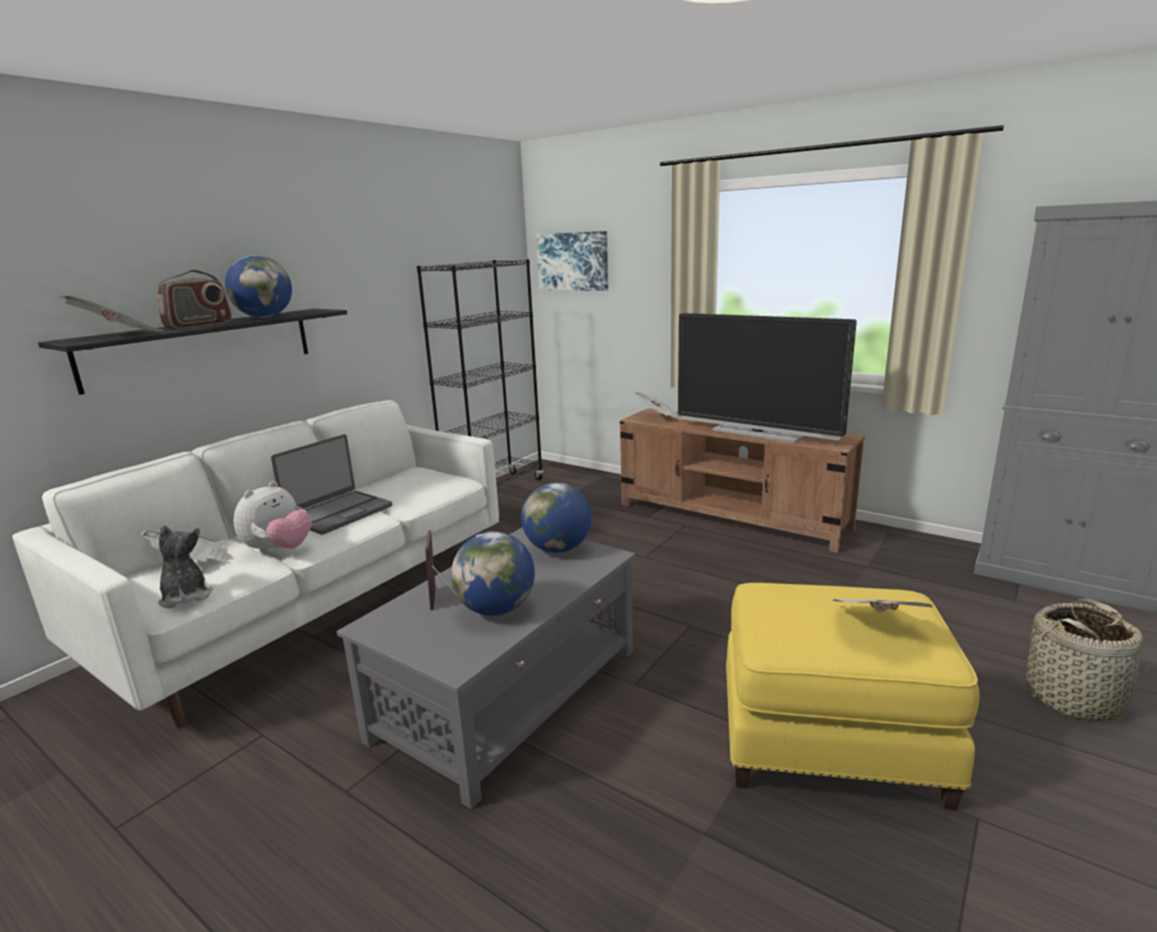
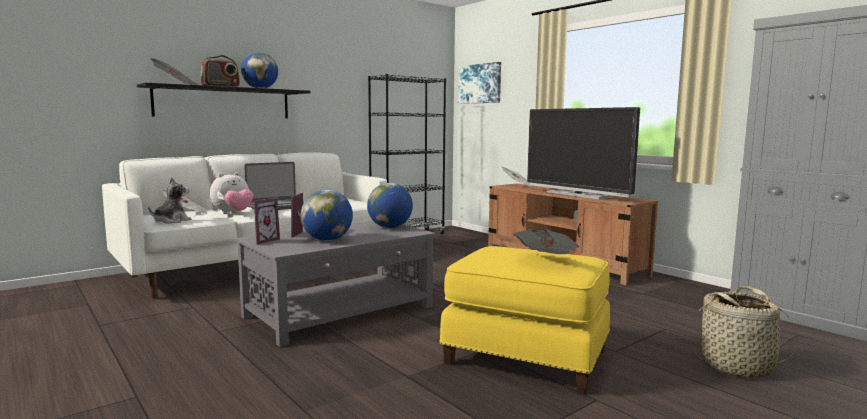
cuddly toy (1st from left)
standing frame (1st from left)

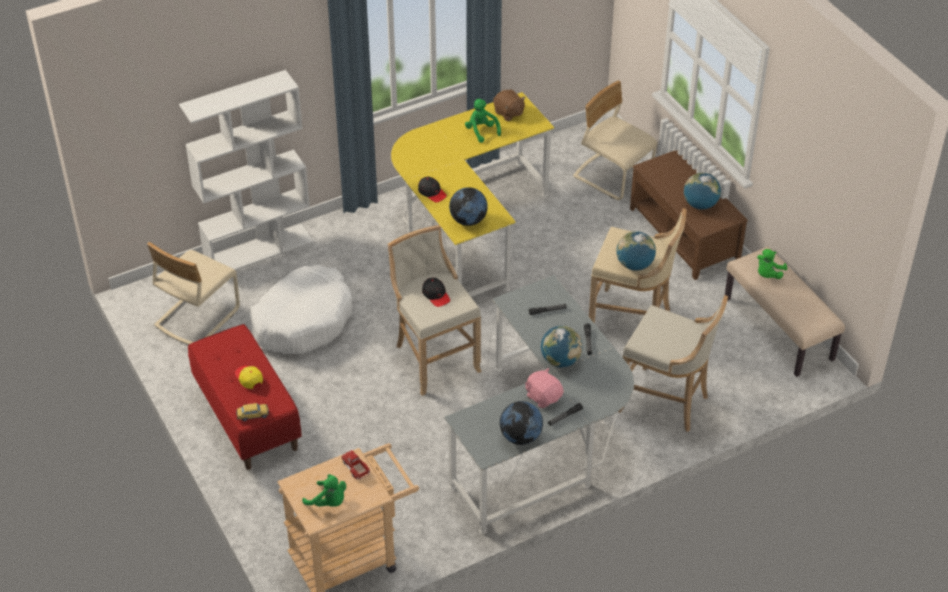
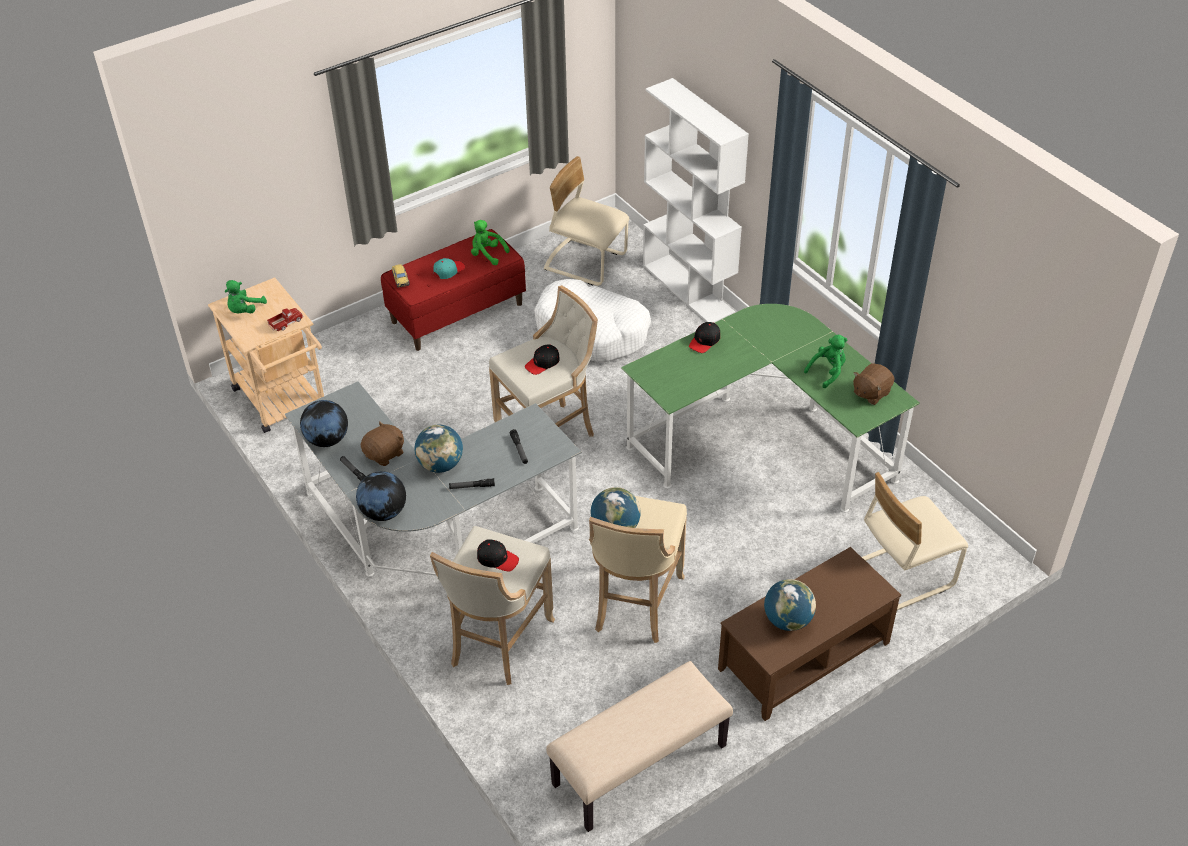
desk globe (2nd from left)
cuddly toy in brown (1st from left)
cap in blue-green
cuddly toy in green-coloured (2nd from left)
cap in black (1st from left)
desk in green-coloured
upright chair in sand-coloured (2nd from left)

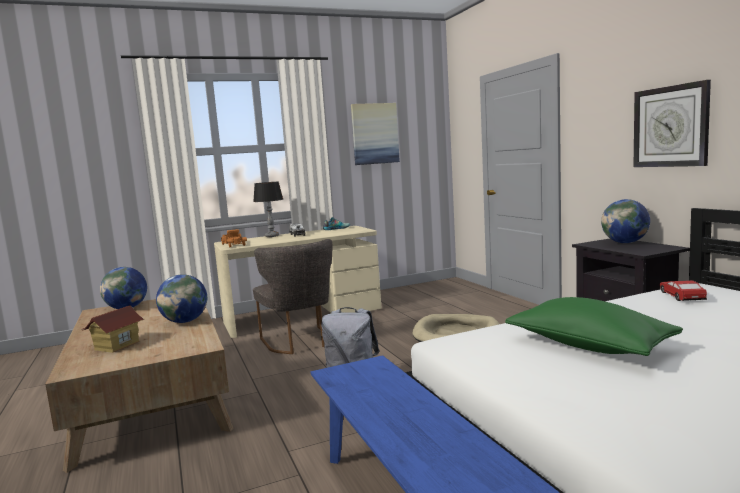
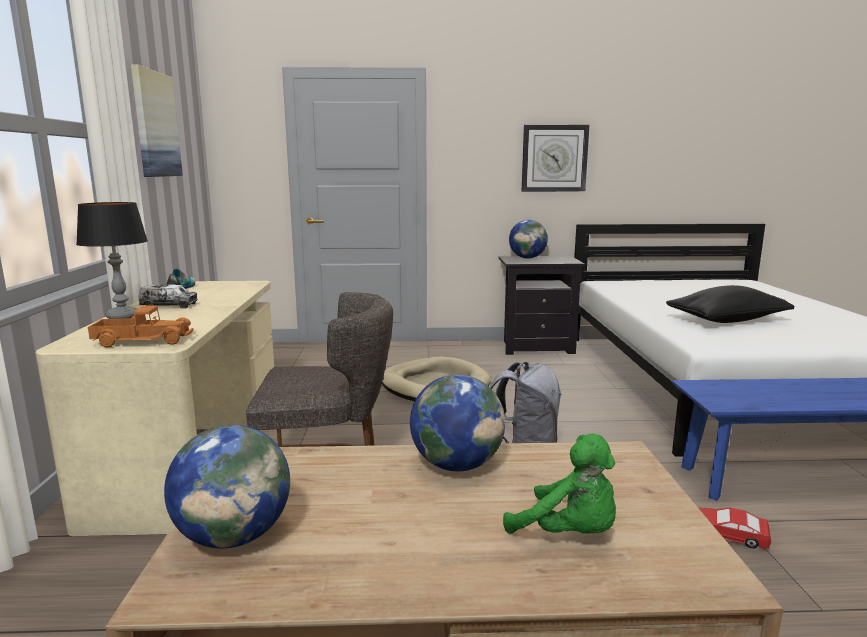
cuddly toy in green-coloured
cushion in black
miniature car

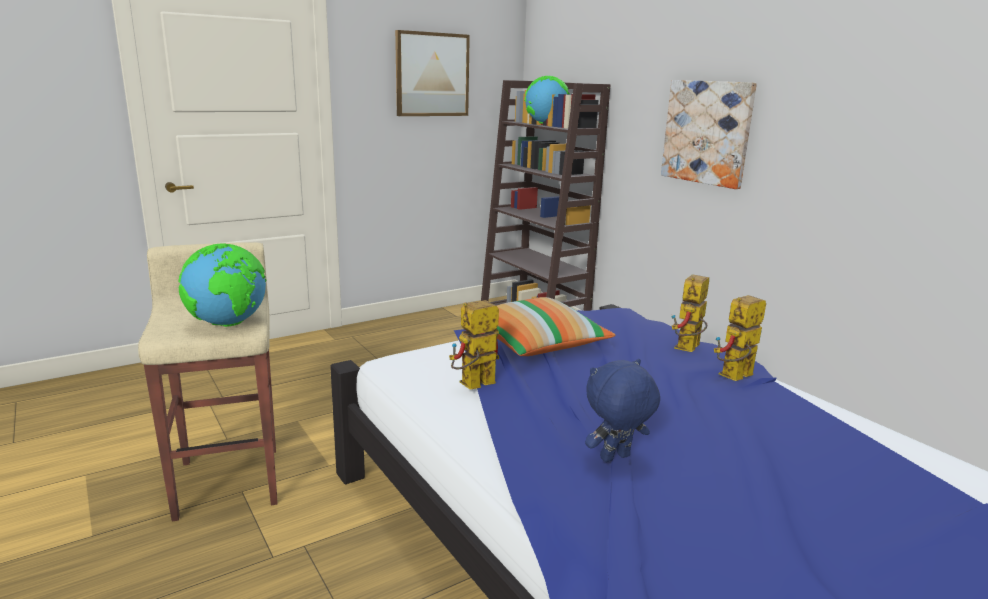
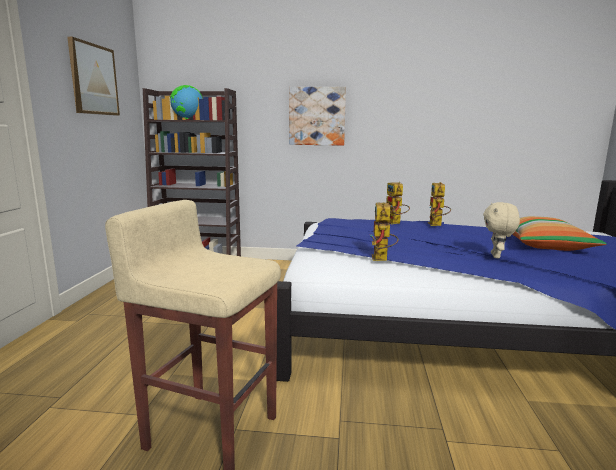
cuddly toy in sand-coloured
cushion
desk globe (1st from left in the first image)

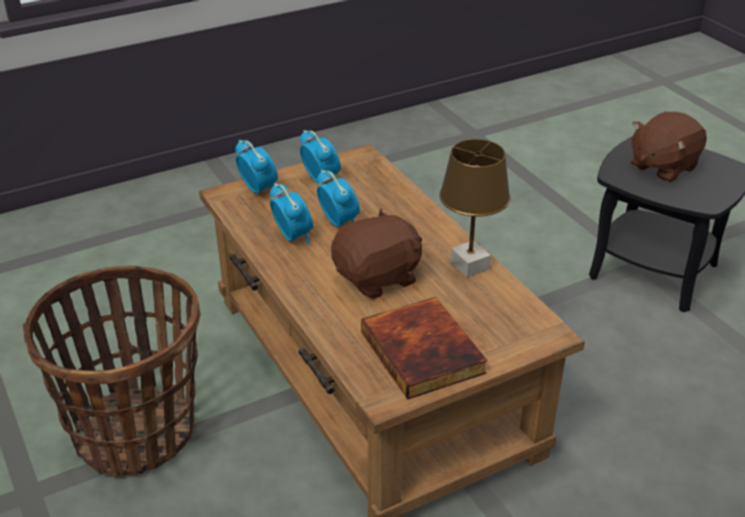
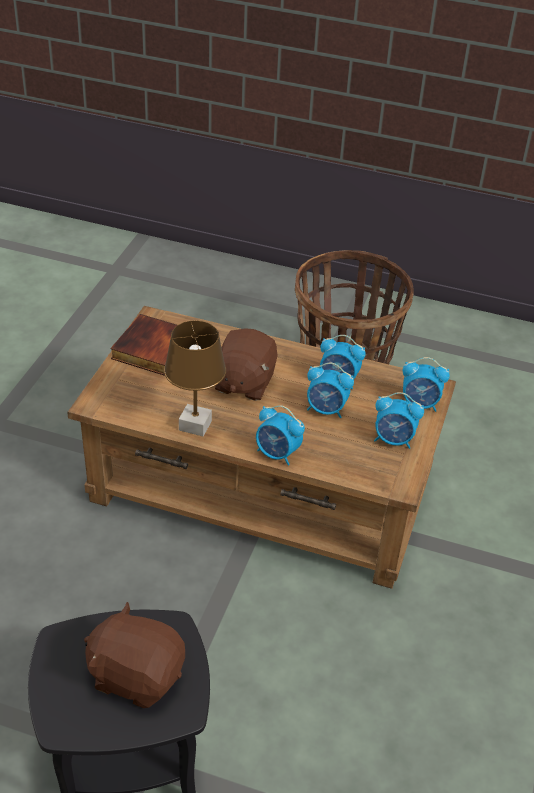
cuddly toy in brown (1st from left)
table clock (1st from left)

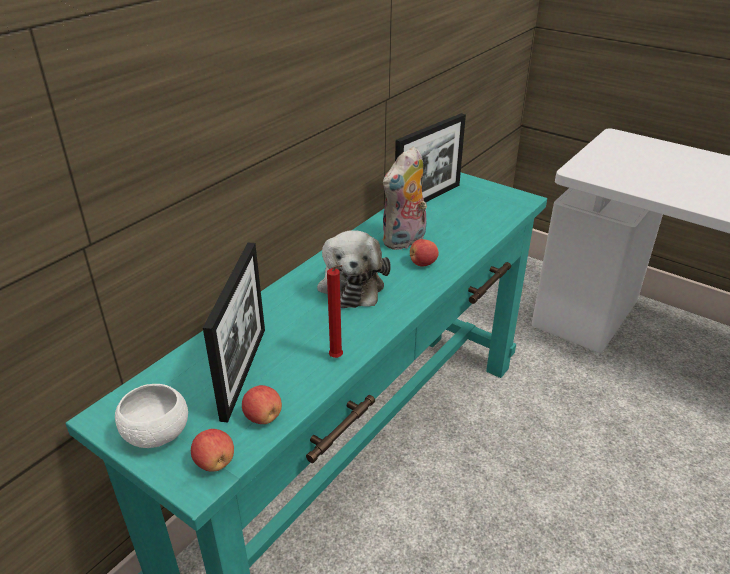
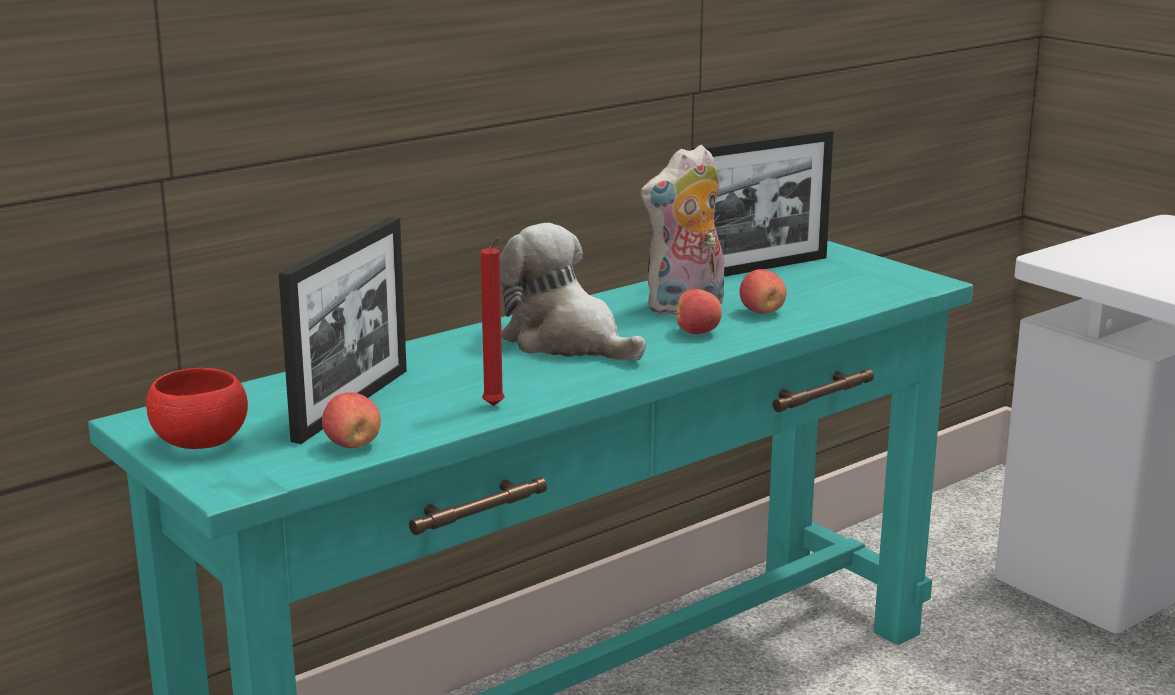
bowl in red
cuddly toy (1st from left)
apple (3rd from left)

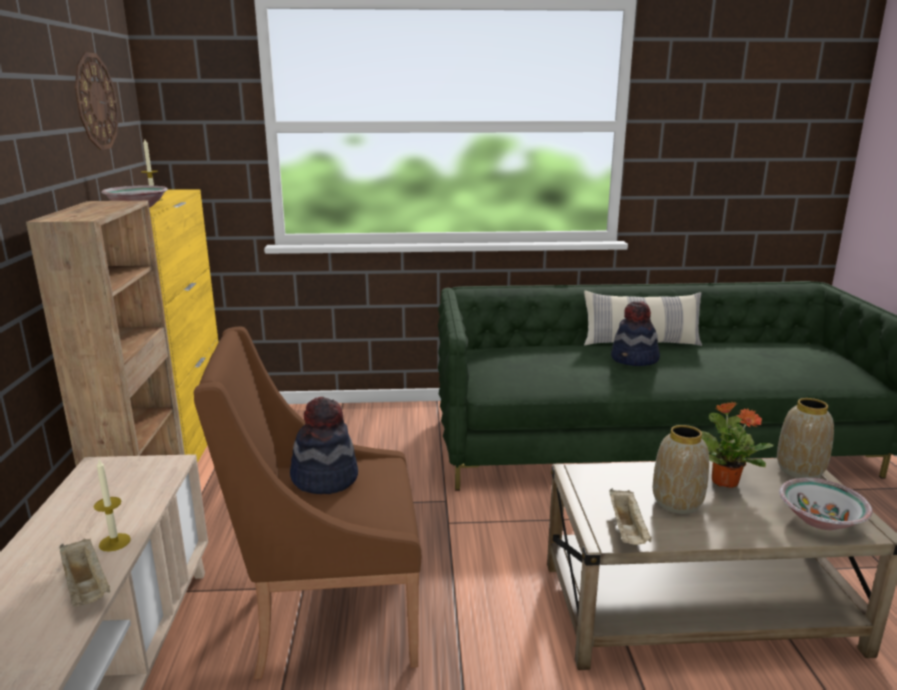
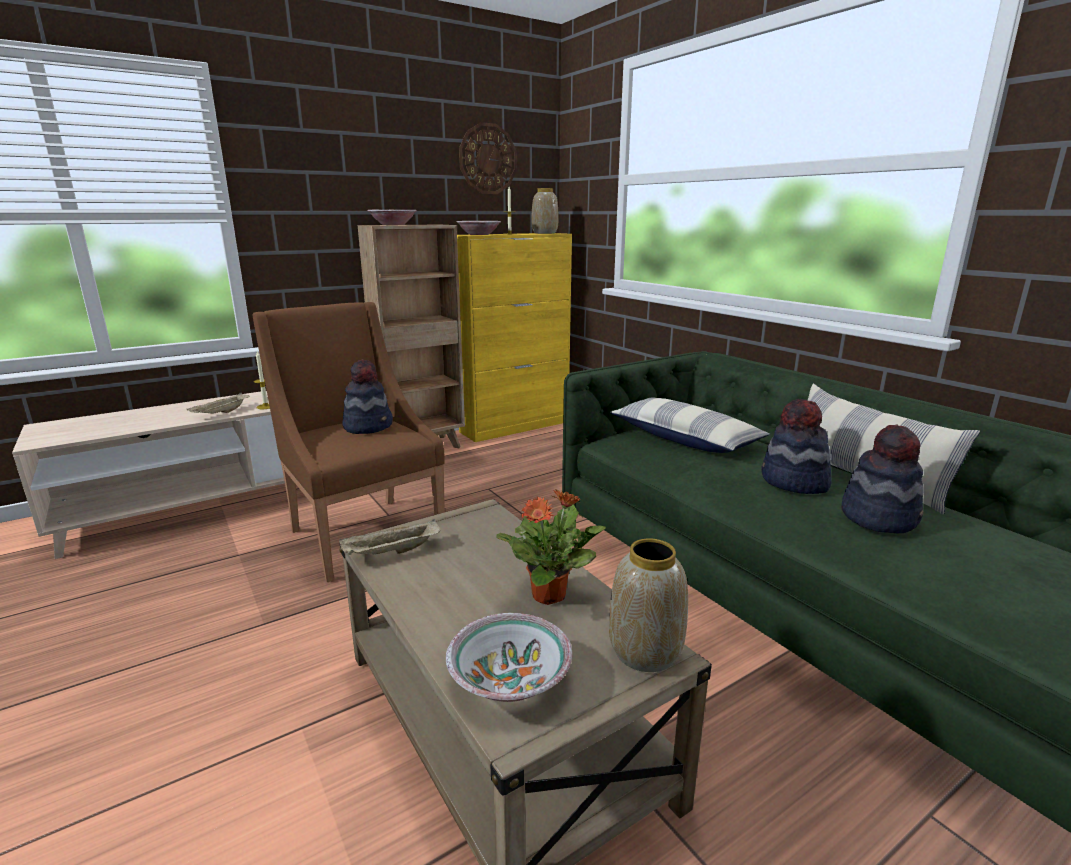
bowl (1st from left)
vase (1st from left)
cushion (1st from left)
hat (3rd from left)

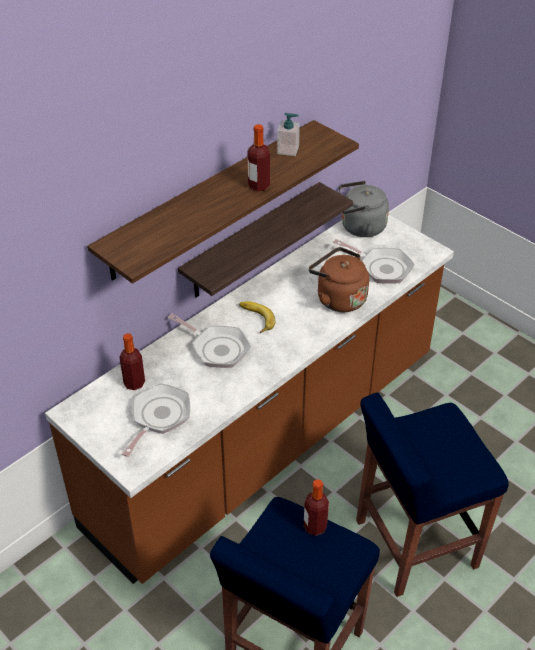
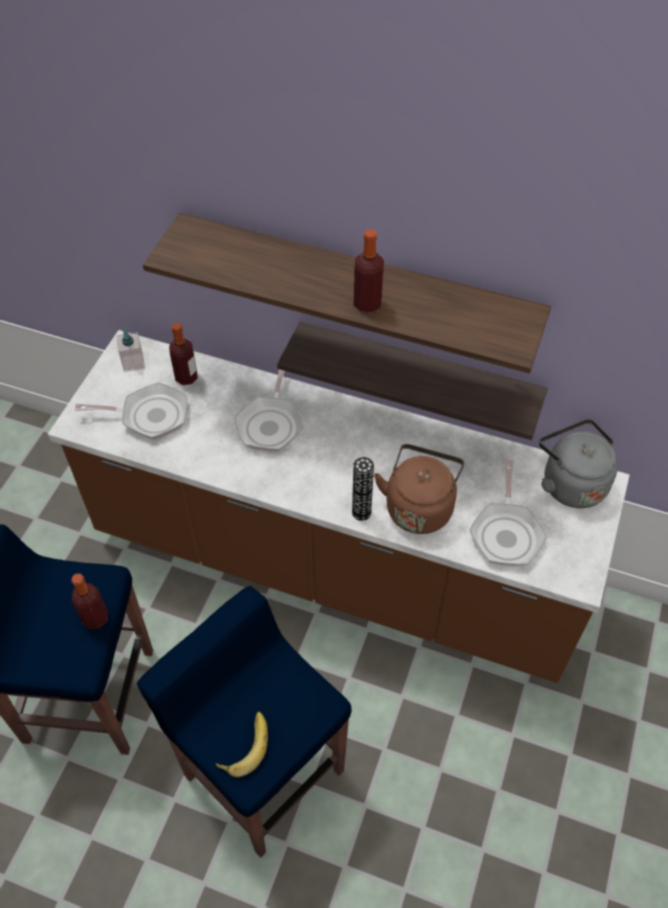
soap bottle
banana
vase

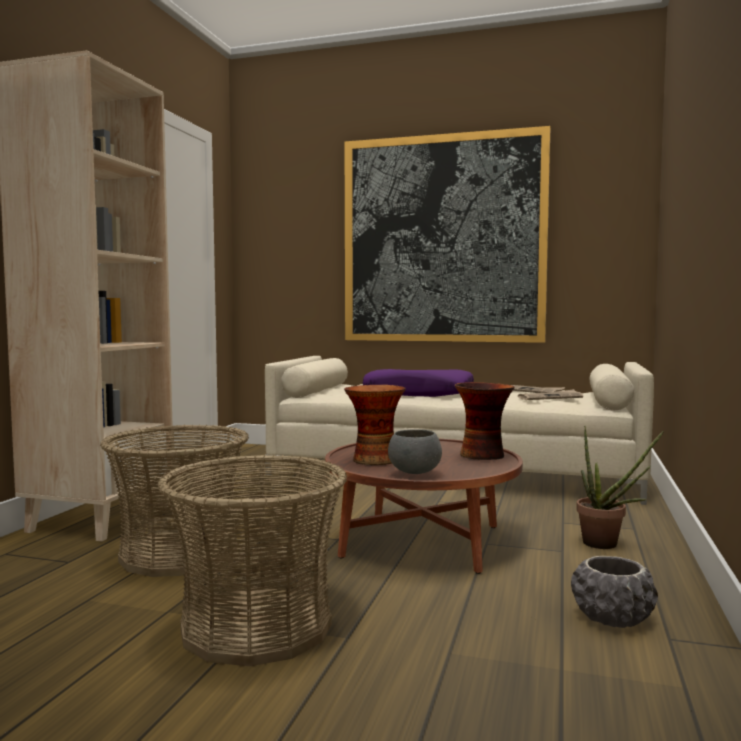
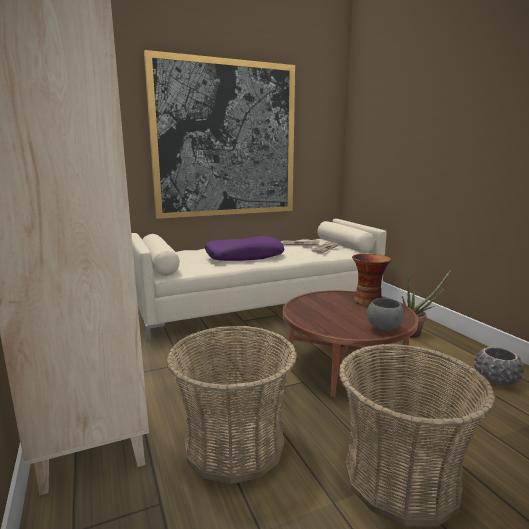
vase (1st from left in the first image)

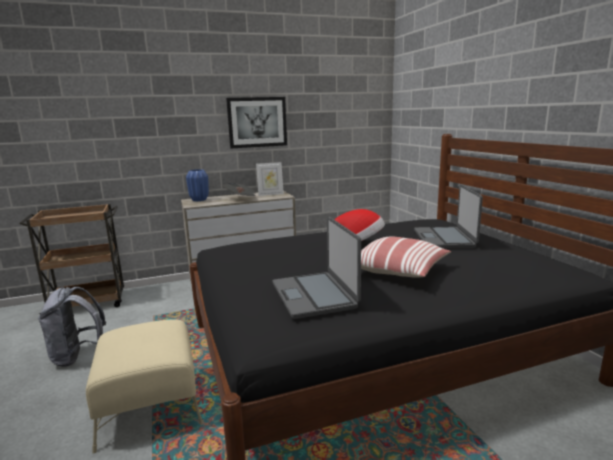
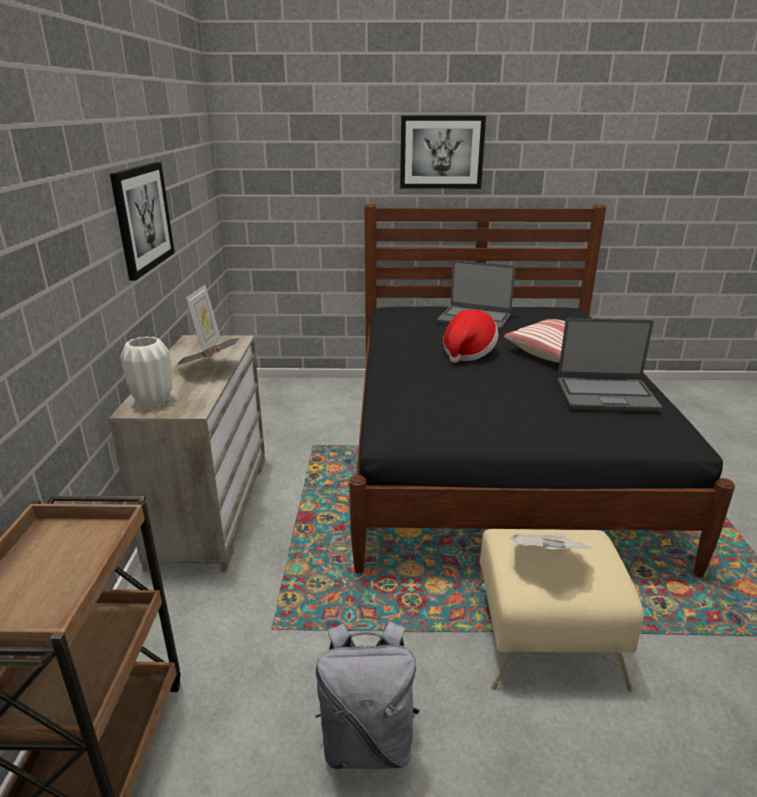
vase in white
picture (2nd from left)
printed paper (2nd from left)

